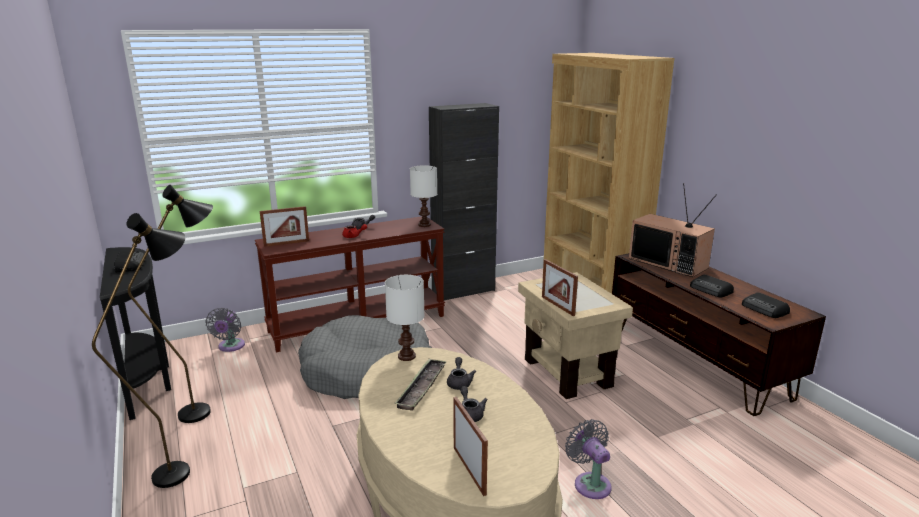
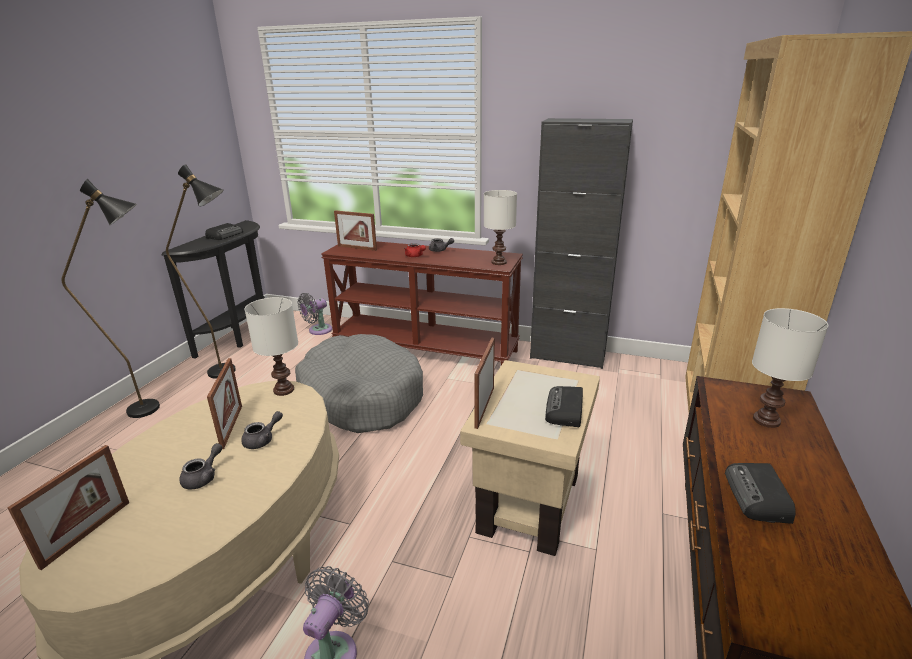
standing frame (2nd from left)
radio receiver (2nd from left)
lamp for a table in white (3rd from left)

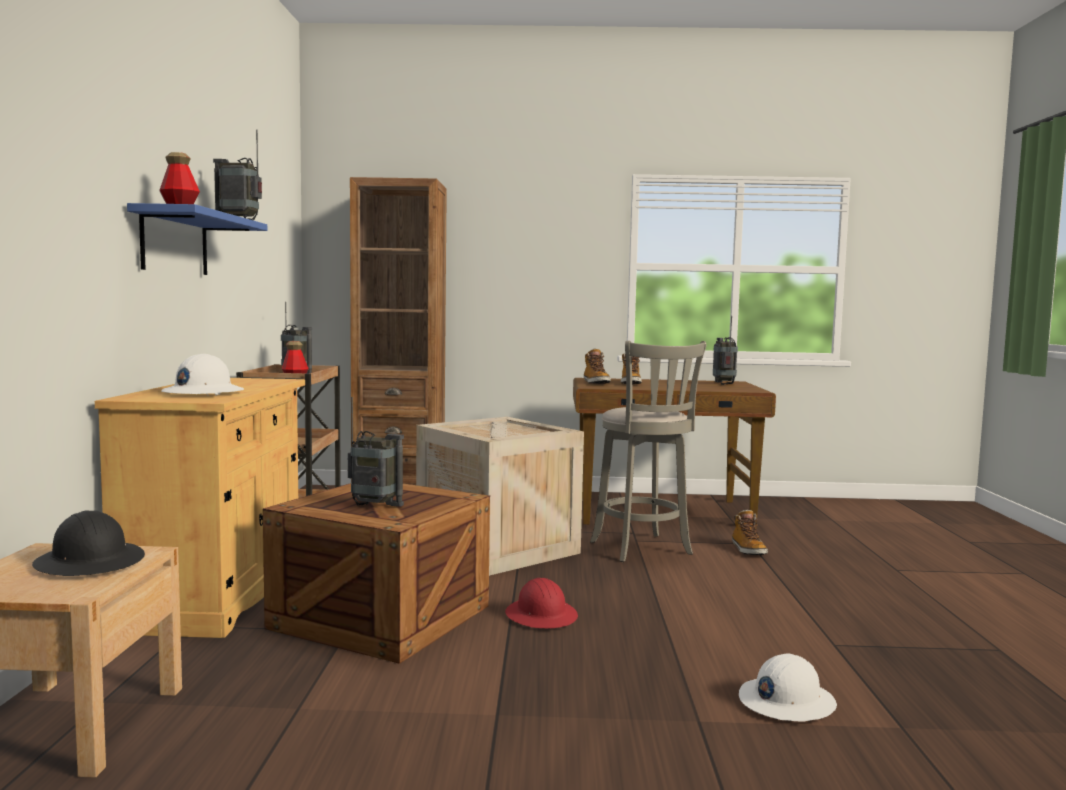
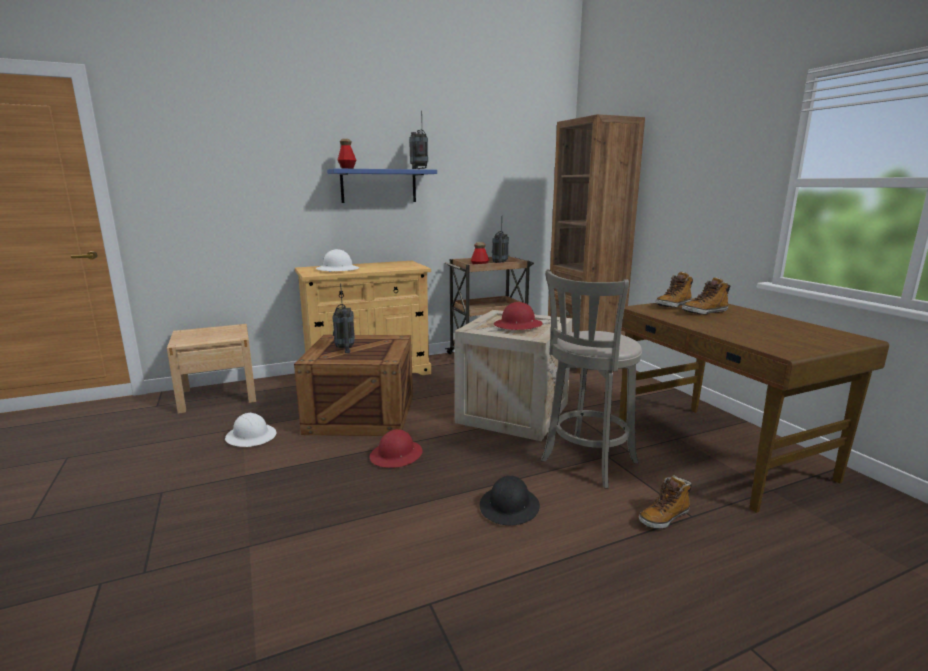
hard hat in white (1st from left)
hard hat in black
hard hat in red (2nd from left)
radio receiver (4th from left in the first image)

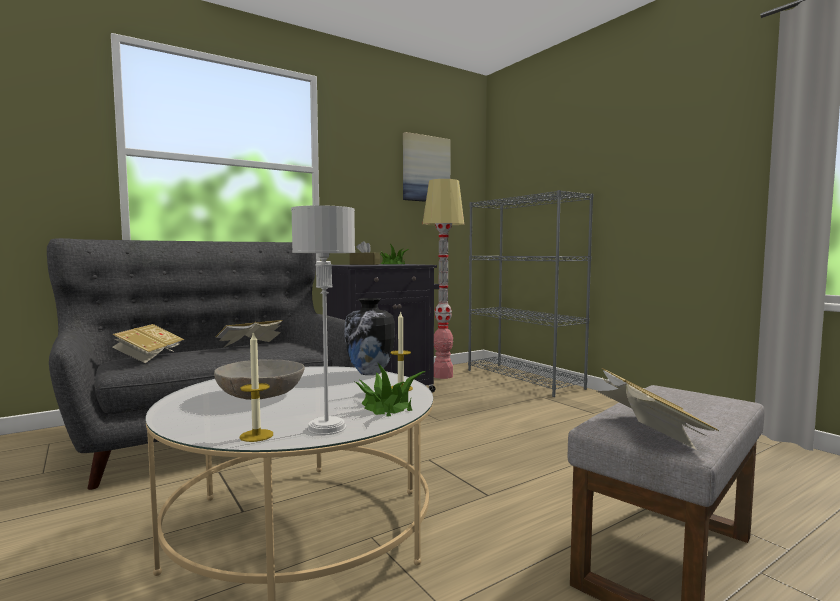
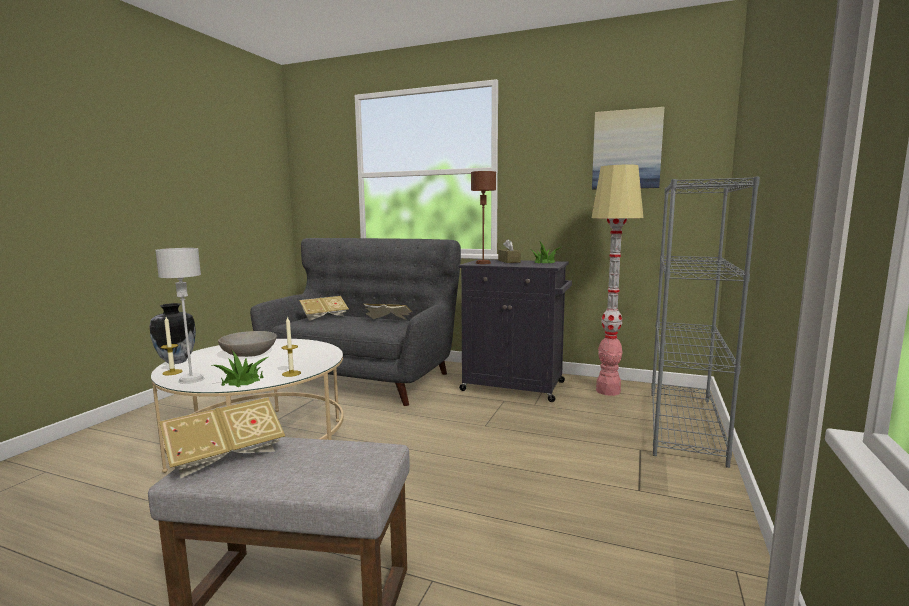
vase
lamp for a table in brown

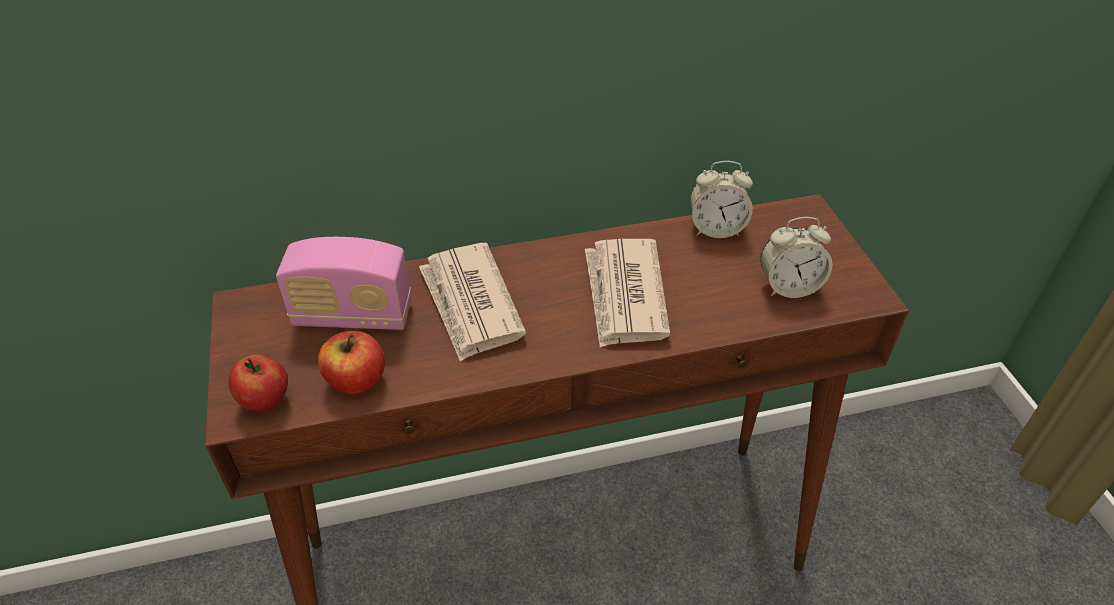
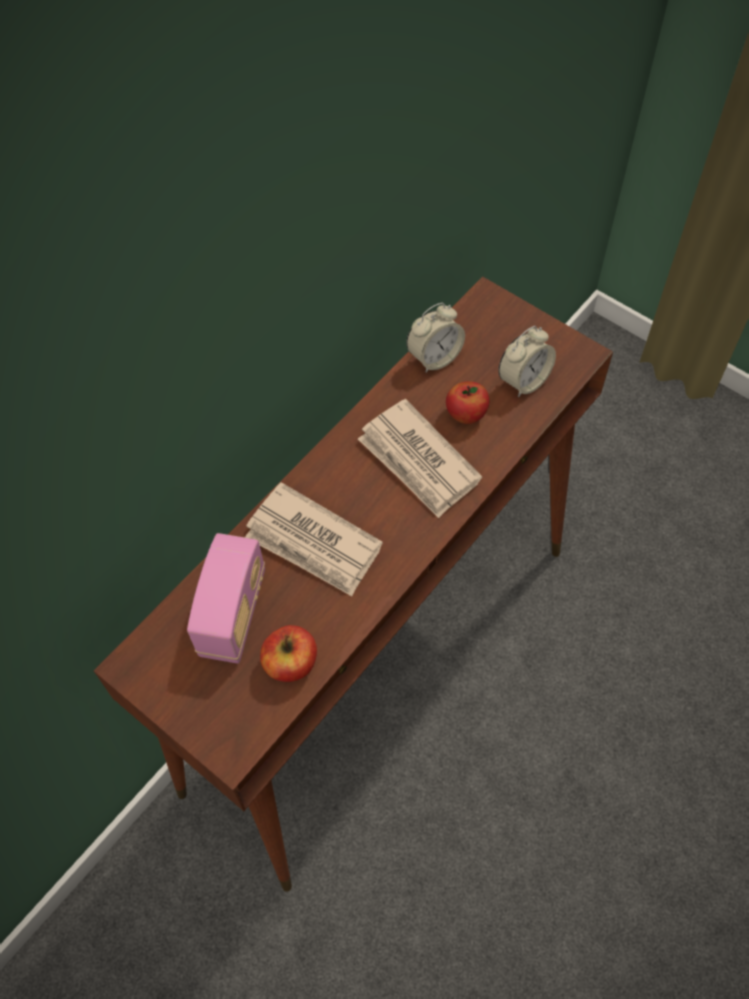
radio receiver
apple (2nd from left)

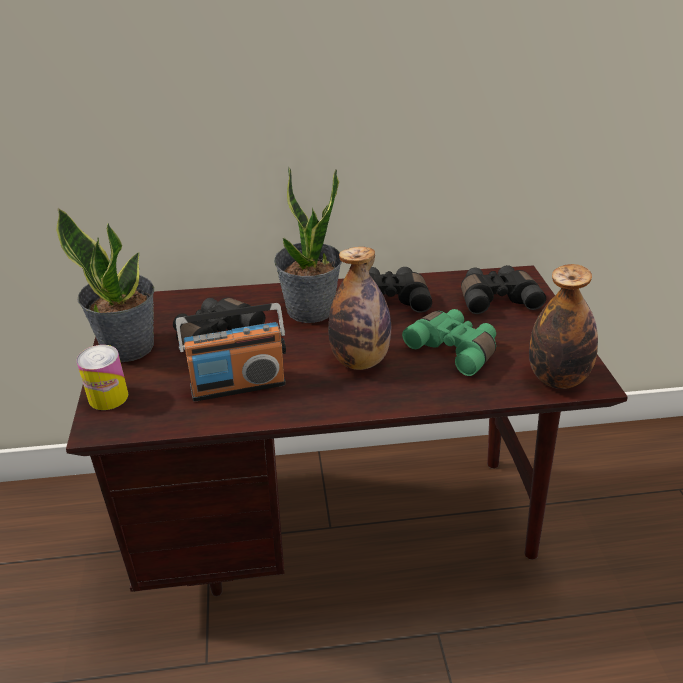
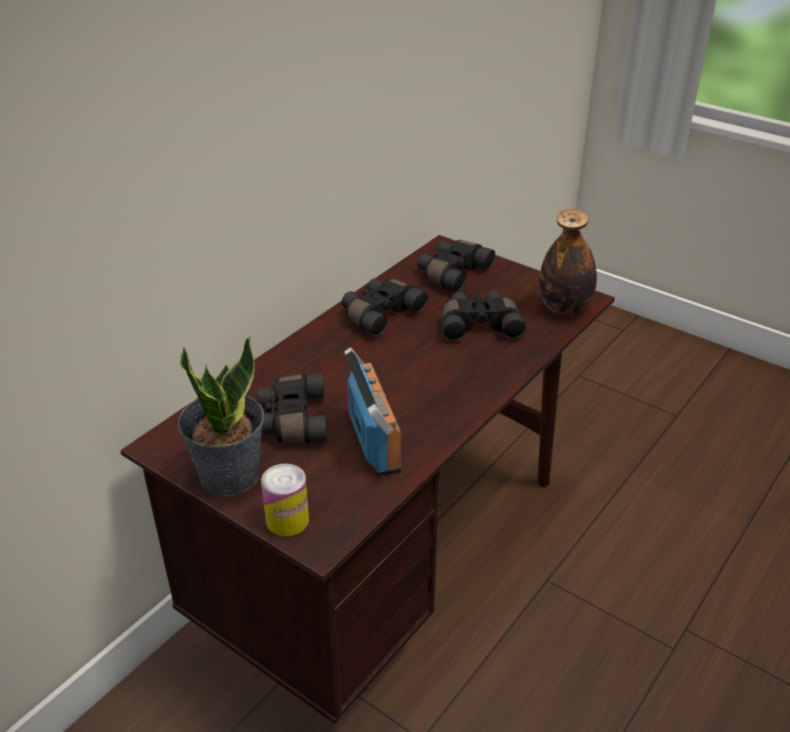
radio receiver
pair of binoculars in black (4th from left)
potted plant (2nd from left in the first image)
bottle (1st from left in the first image)

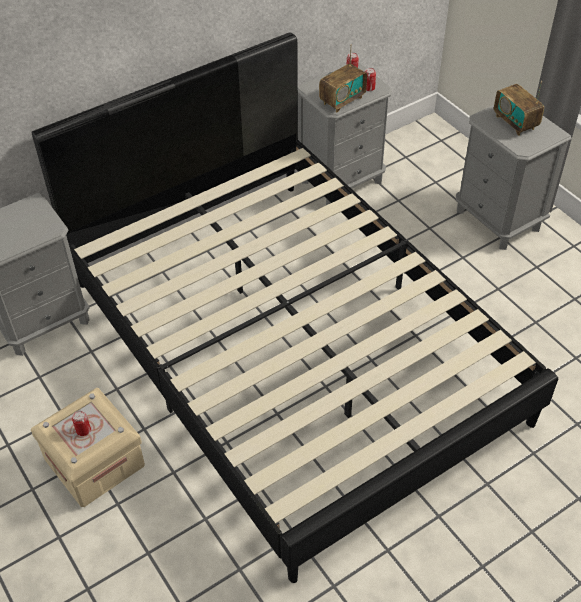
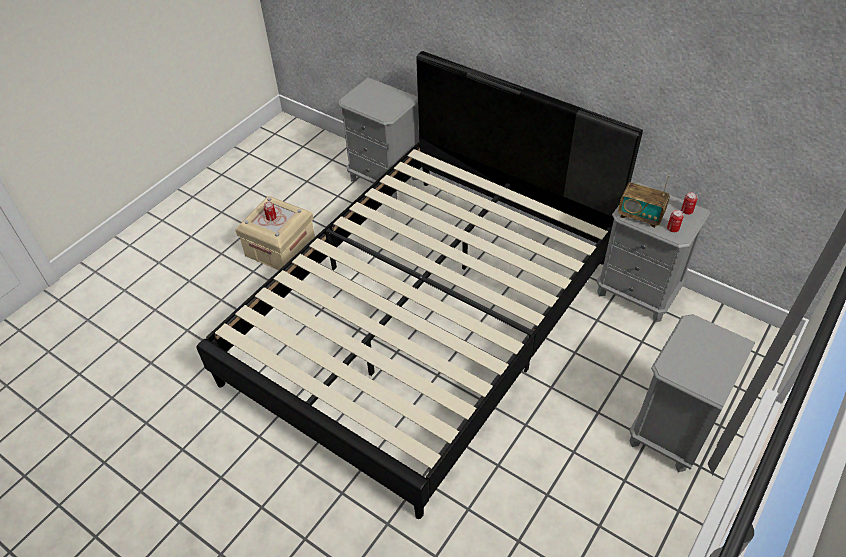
radio receiver (2nd from left in the first image)

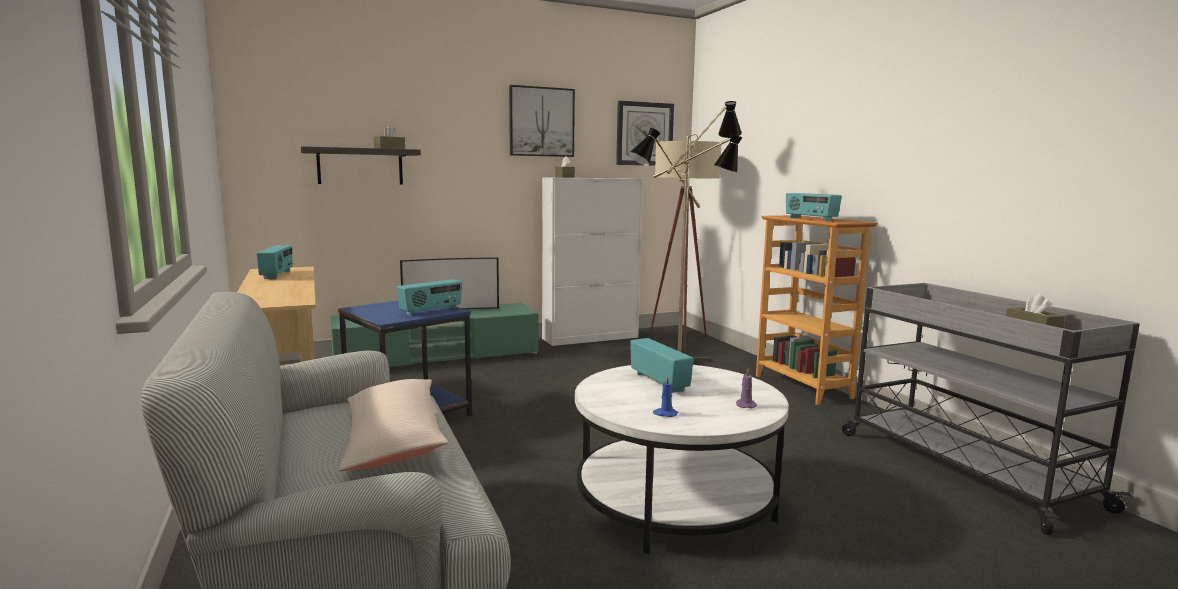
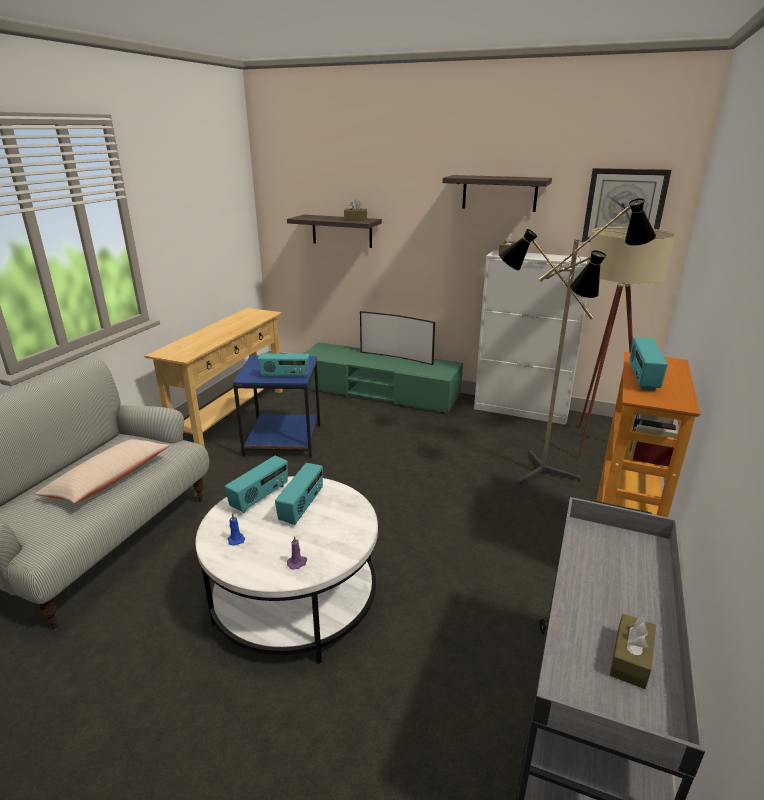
radio receiver (1st from left)
wall shelf (2nd from left)

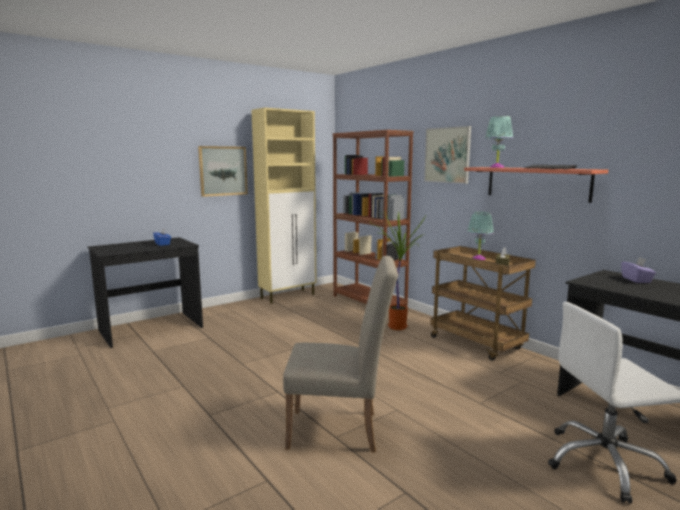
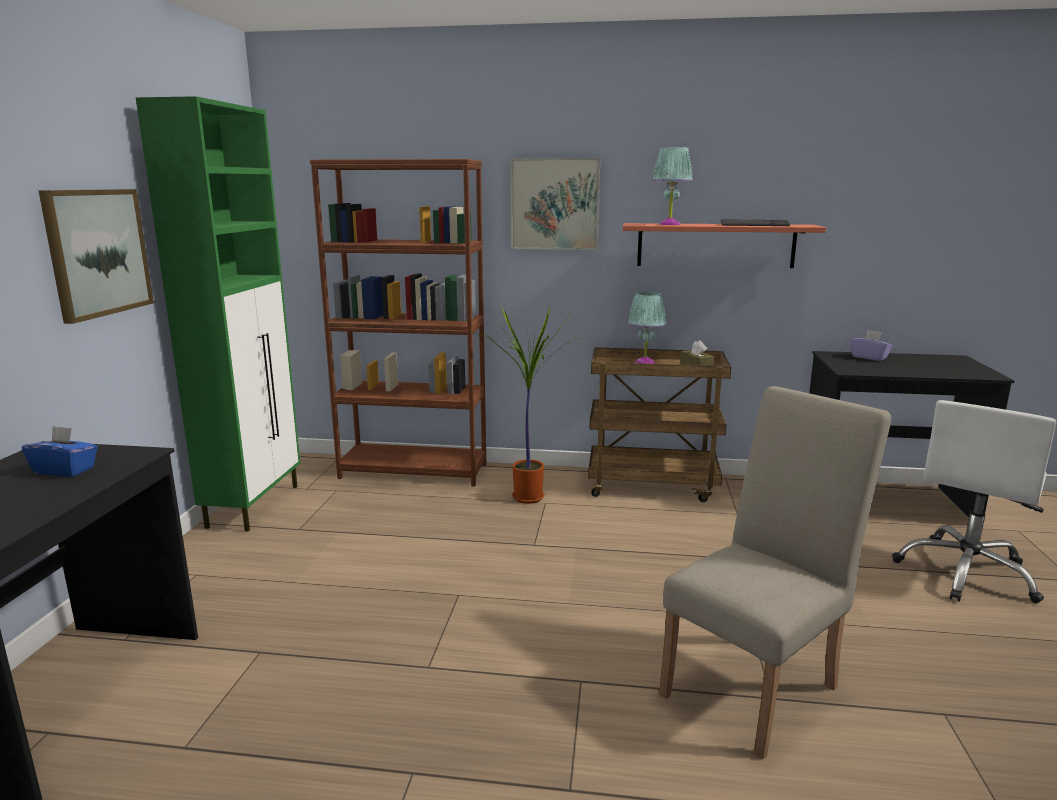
cabinet in green-coloured

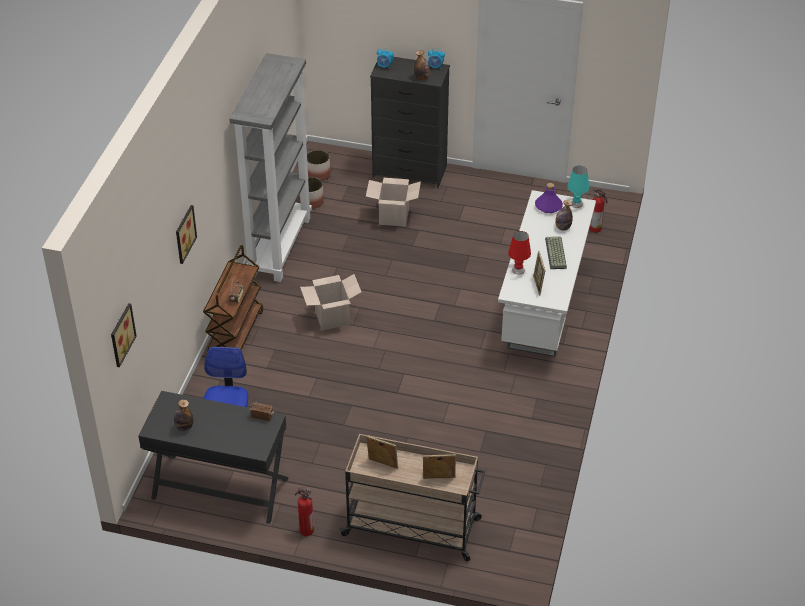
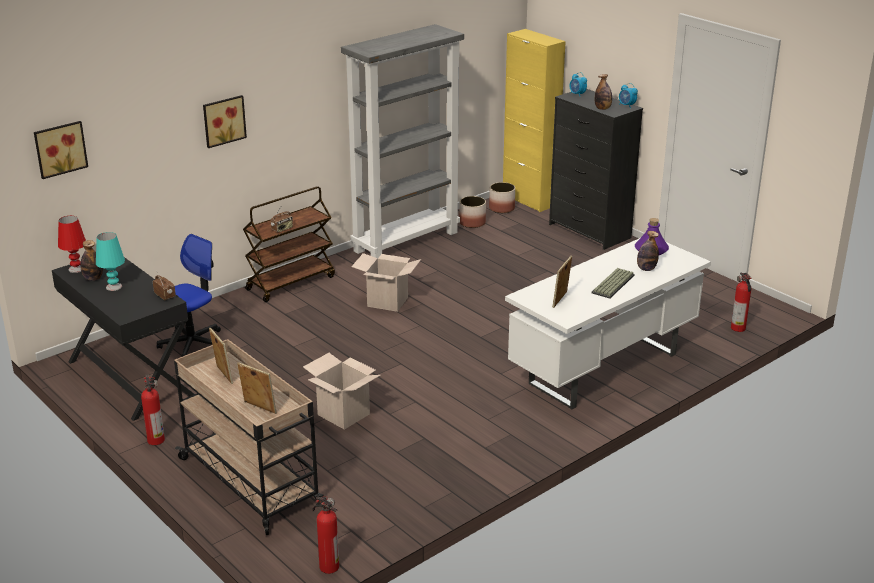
lamp for a table in red
lamp for a table in blue-green
carton (1st from left)
fire extinguisher (2nd from left)
cabinet in yellow-coloured

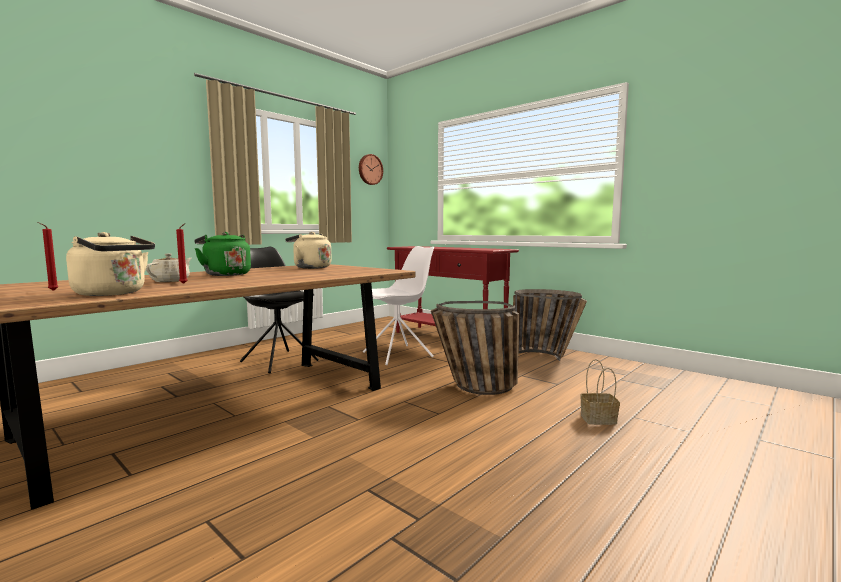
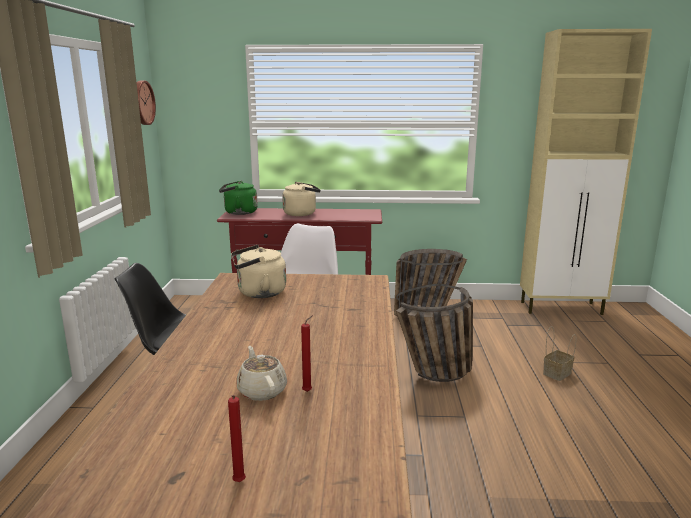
tea kettle in green-coloured
tea kettle in sand-coloured (2nd from left)
cabinet in sand-coloured

